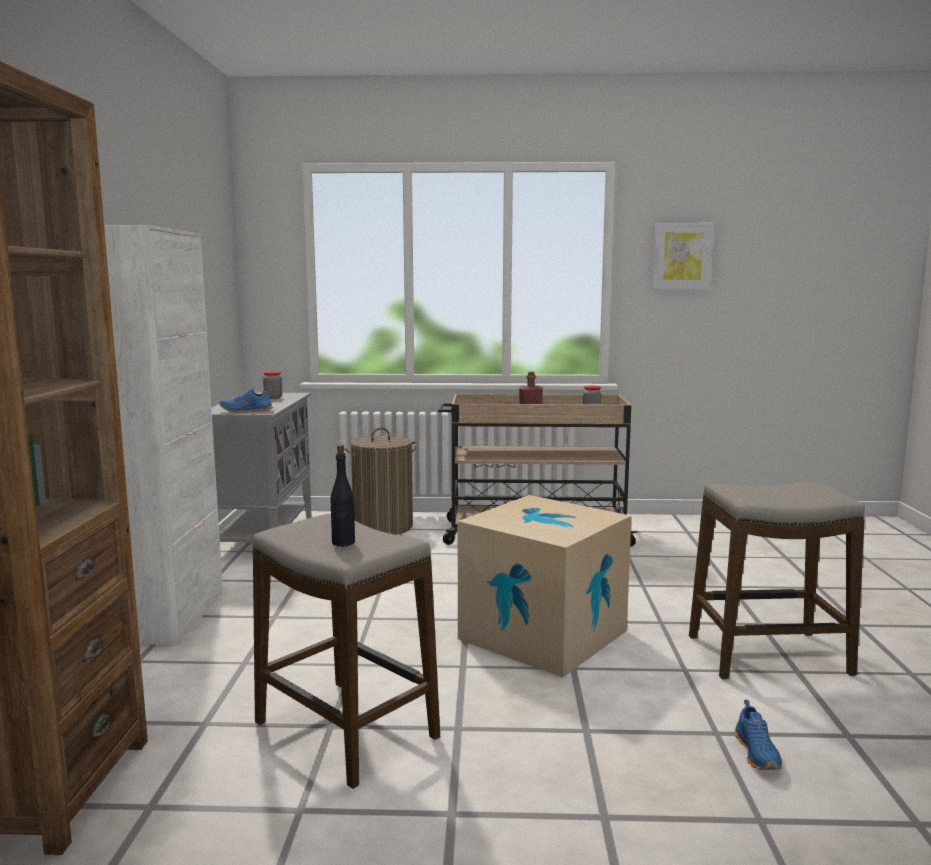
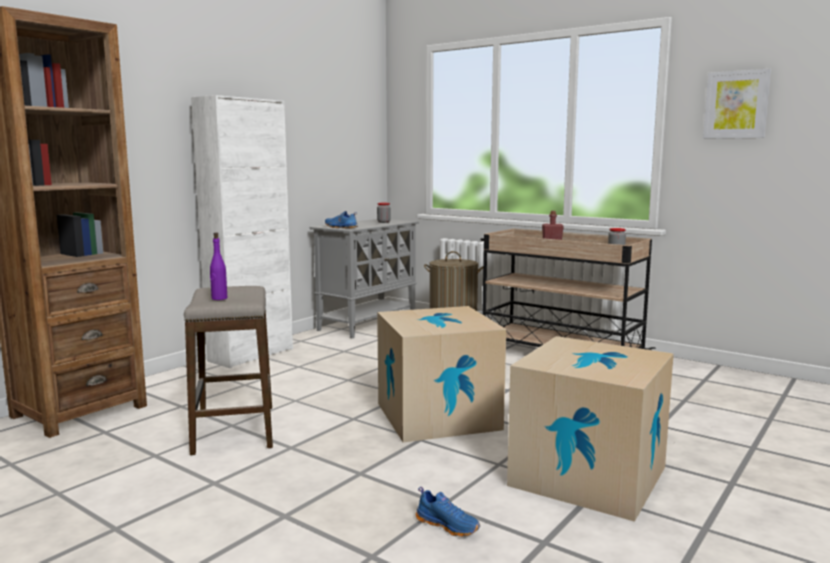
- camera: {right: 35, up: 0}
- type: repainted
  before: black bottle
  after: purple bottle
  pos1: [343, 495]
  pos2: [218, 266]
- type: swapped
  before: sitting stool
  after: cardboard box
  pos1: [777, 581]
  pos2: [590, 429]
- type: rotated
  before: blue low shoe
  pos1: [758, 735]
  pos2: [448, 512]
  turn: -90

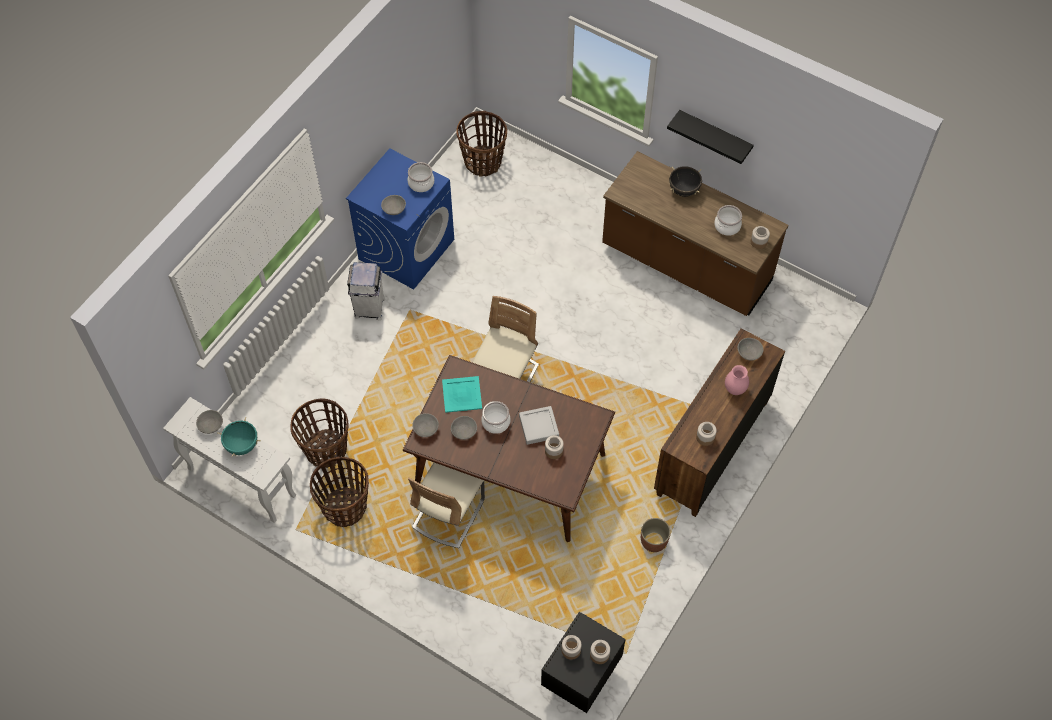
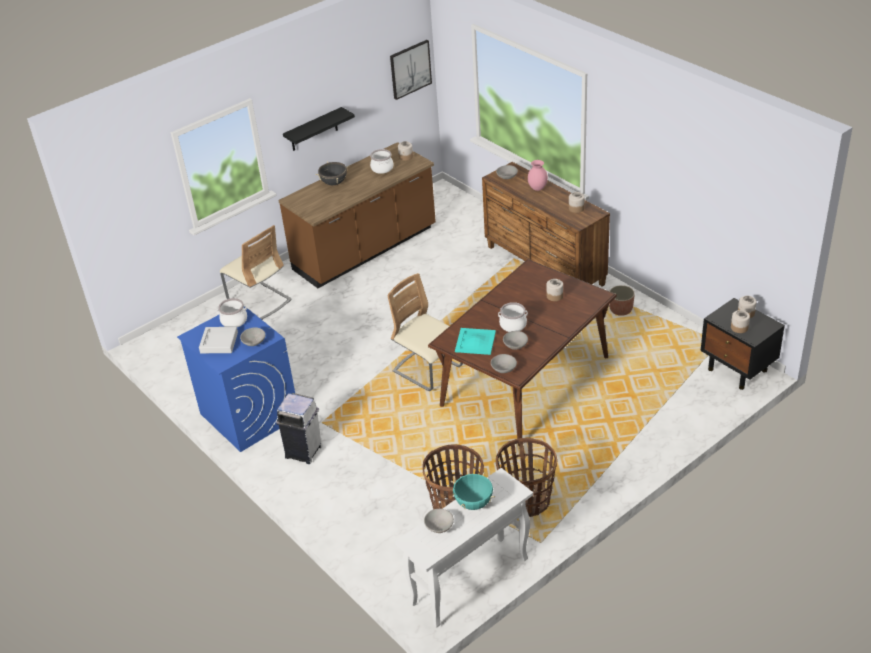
- camera: {right: -70, up: -20}
- type: shifted
  before: beige-coloured plain chair
  pos1: [446, 505]
  pos2: [256, 272]
- type: gone
  before: storage basket
  pos1: [481, 144]
- type: shifted
  before: gray serving tray
  pos1: [539, 425]
  pos2: [218, 340]
- type: new
  after: wall art
  pos2: [411, 70]

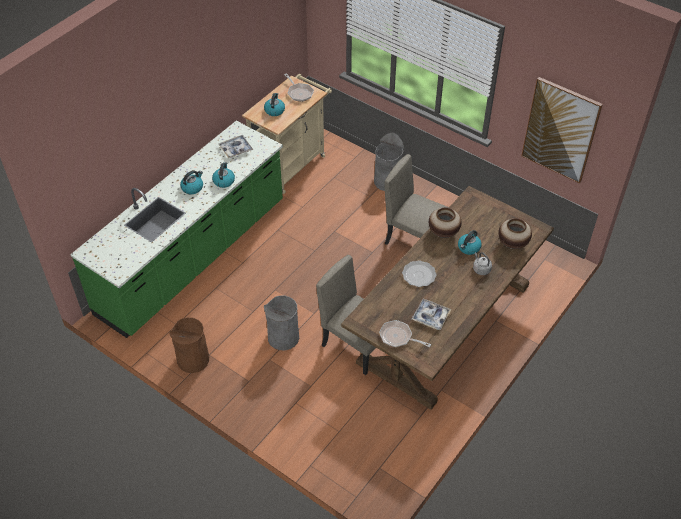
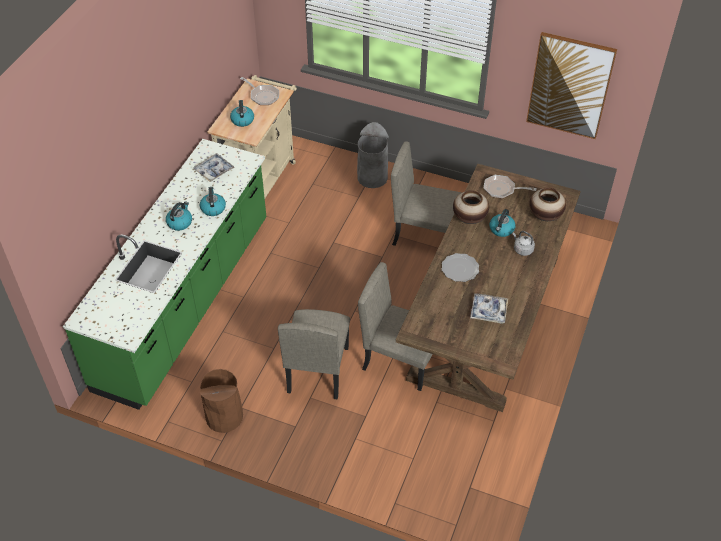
- camera: {right: -15, up: 0}
- type: swapped
  before: gray rubbish bin
  after: beige-coloured plain chair
  pos1: [281, 323]
  pos2: [314, 354]
- type: shifted
  before: frying pan
  pos1: [405, 333]
  pos2: [510, 187]

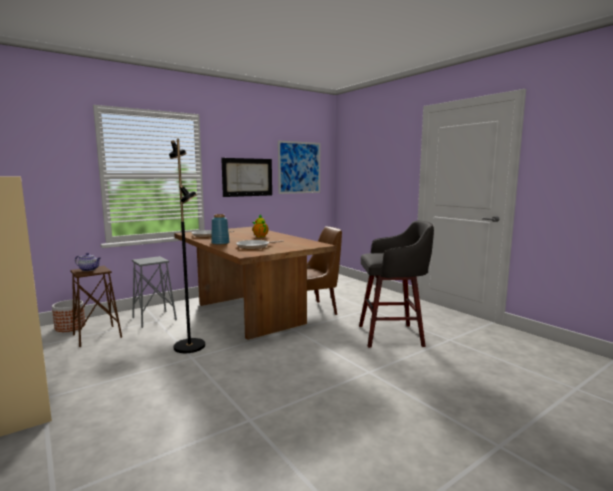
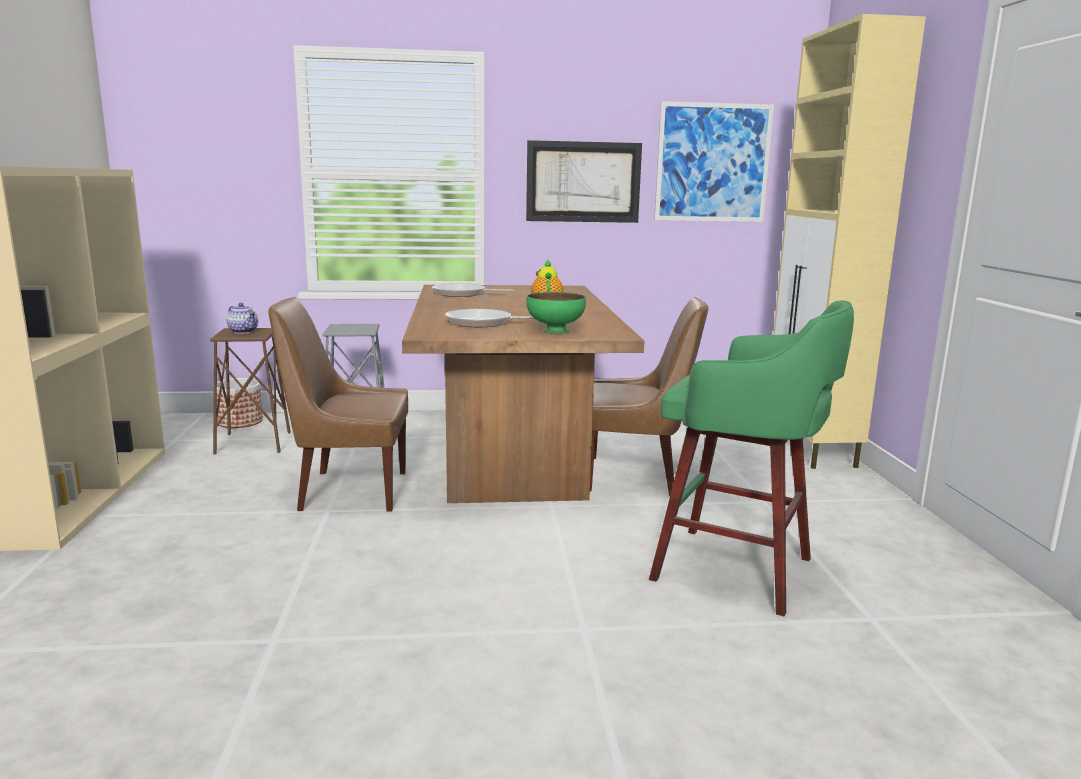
- camera: {right: 30, up: 5}
- type: swapped
  before: black standing lamp
  after: brown plain chair
  pos1: [187, 245]
  pos2: [338, 404]
- type: gone
  before: blue decorative vase
  pos1: [220, 229]
- type: repainted
  before: gray sitting stool
  after: green sitting stool
  pos1: [396, 284]
  pos2: [751, 458]
- type: new
  after: green deep dish
  pos2: [556, 313]
- type: new
  after: beige-coloured cupboard
  pos2: [849, 241]

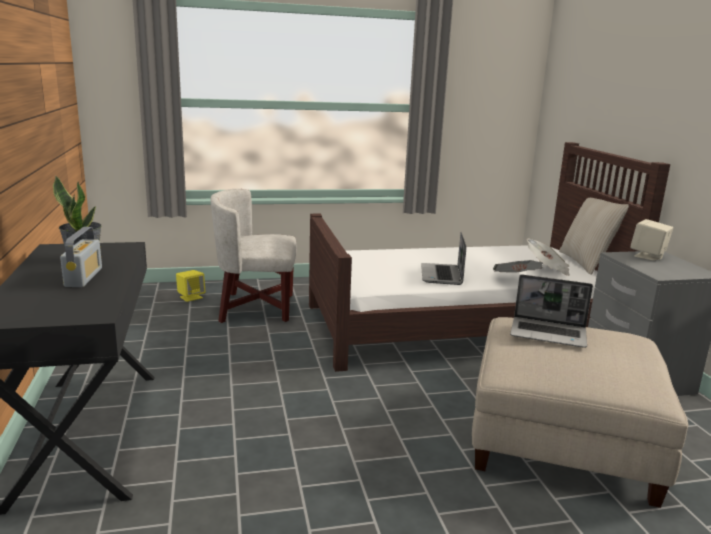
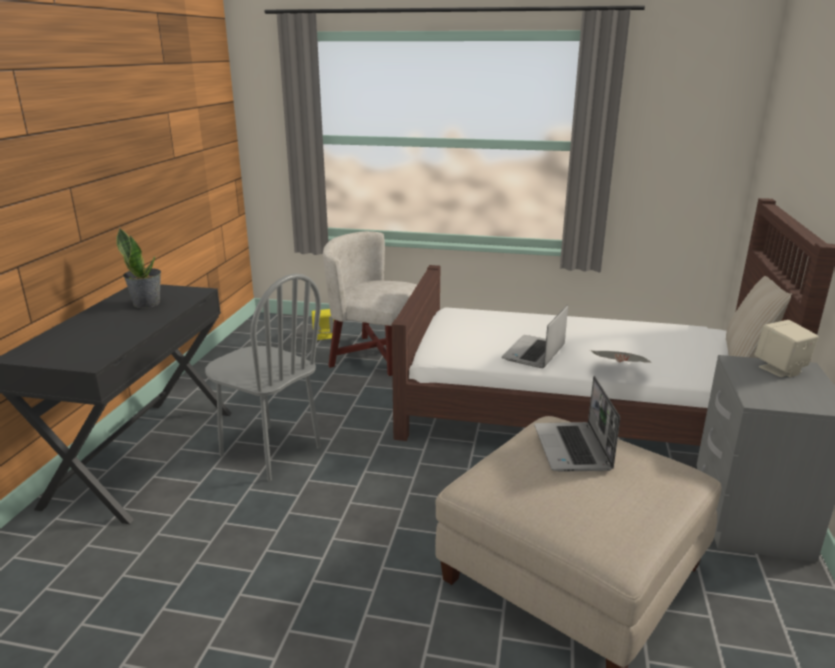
- camera: {right: 25, up: 5}
- type: gone
  before: radio receiver
  pos1: [81, 257]
- type: rotated
  before: portable computer
  pos1: [551, 311]
  pos2: [577, 424]
  turn: 45
- type: gone
  before: printed paper
  pos1: [548, 257]
- type: new
  after: gray plain chair
  pos2: [263, 377]

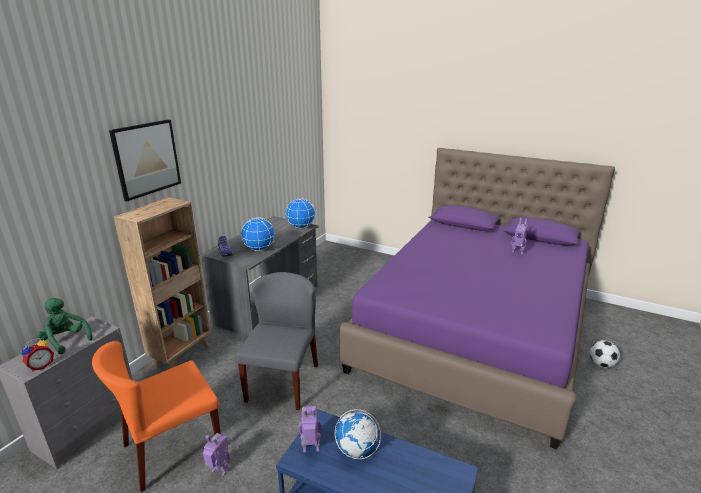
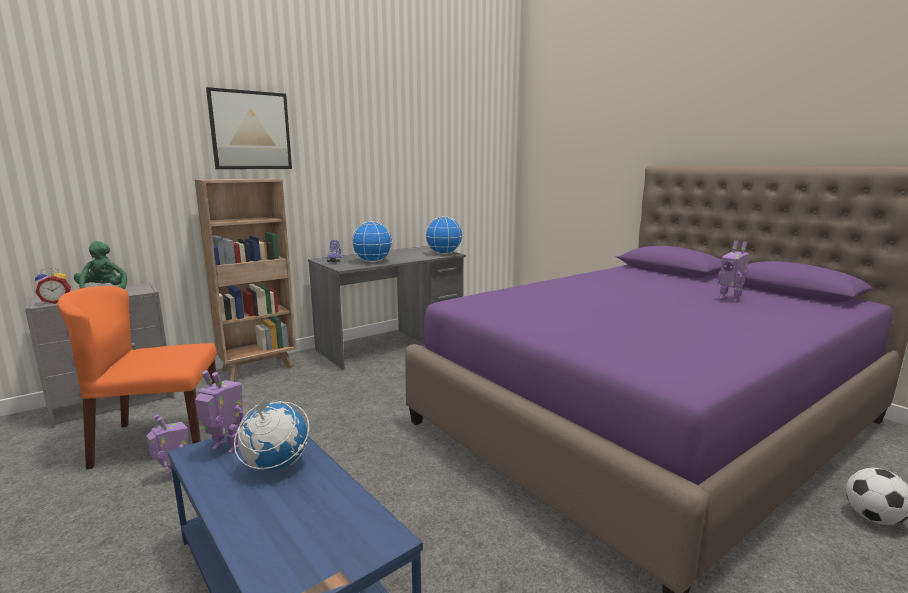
- camera: {right: 25, up: -10}
- type: gone
  before: gray plain chair
  pos1: [276, 341]

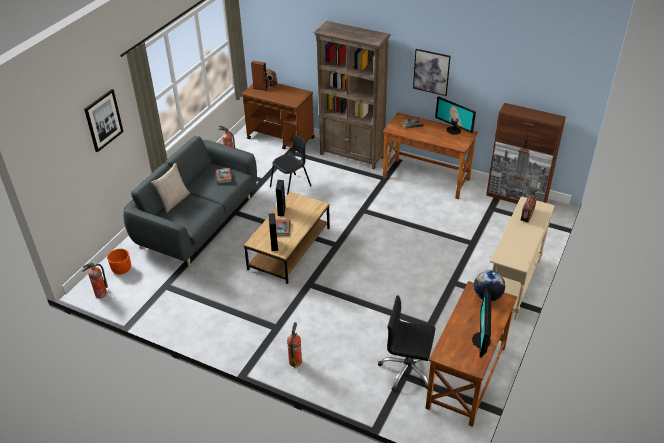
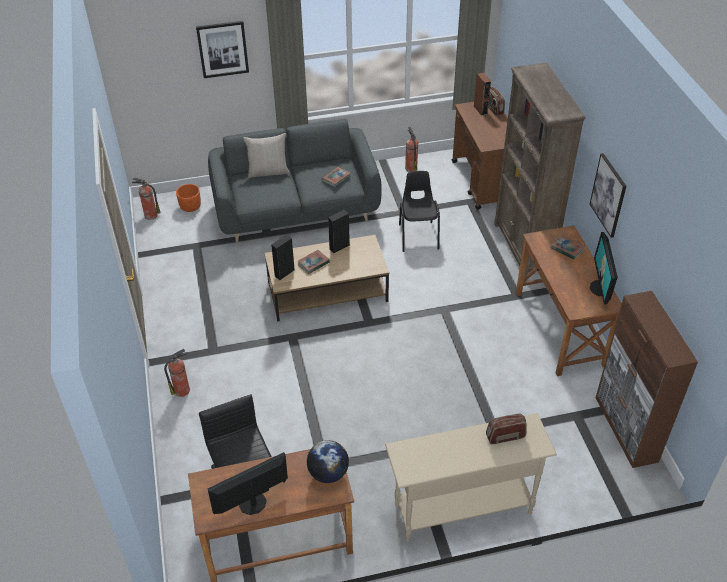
- camera: {right: 50, up: 5}
- type: rotated
  before: black plain chair
  pos1: [291, 164]
  pos2: [419, 211]
  turn: -105

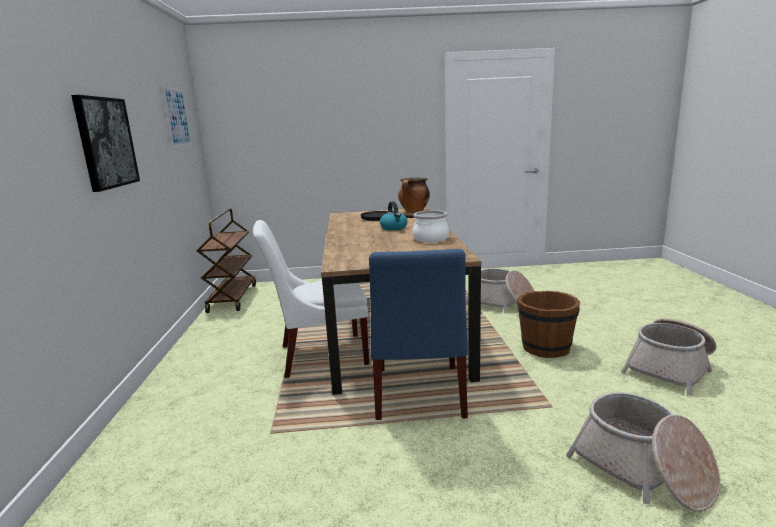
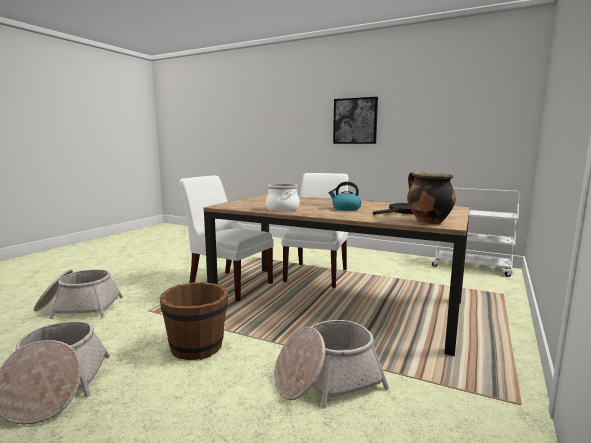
- camera: {right: 120, up: -5}
- type: gone
  before: wall art
  pos1: [177, 116]
- type: repainted
  before: brown wheeled cart
  after: white wheeled cart
  pos1: [226, 260]
  pos2: [476, 232]
- type: repainted
  before: blue plain chair
  after: white plain chair
  pos1: [418, 334]
  pos2: [226, 238]

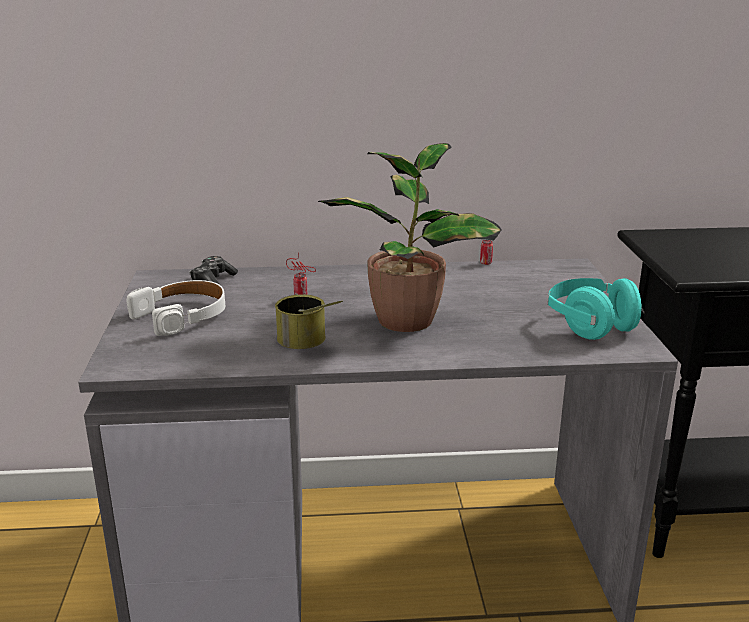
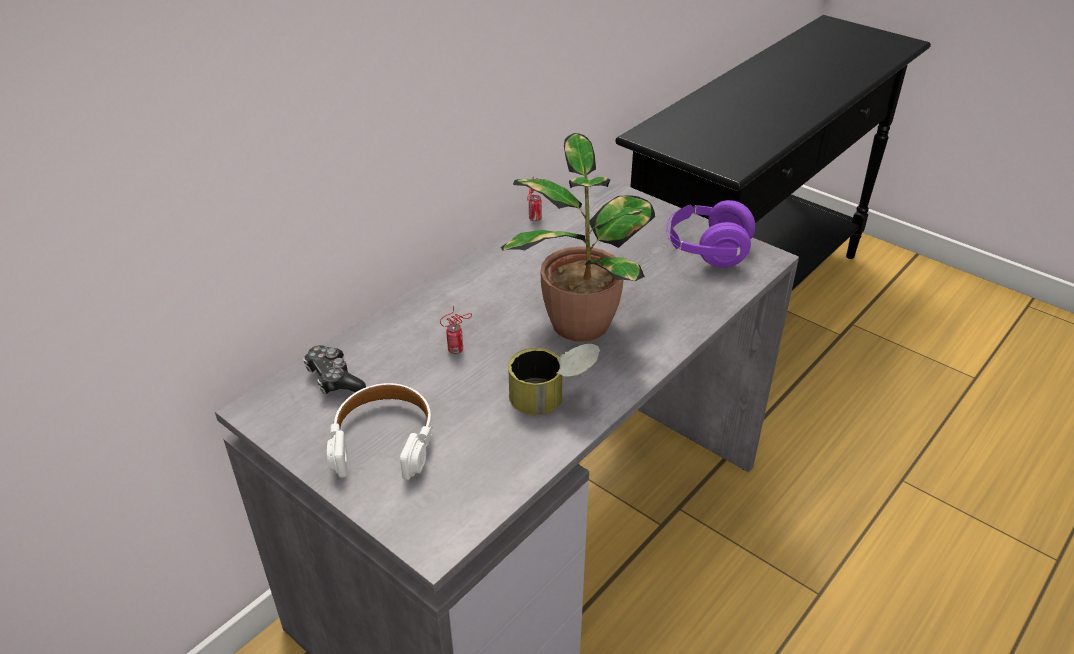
- camera: {right: -45, up: 15}
- type: repainted
  before: turquoise-coloured headset
  after: purple headset
  pos1: [596, 309]
  pos2: [710, 234]

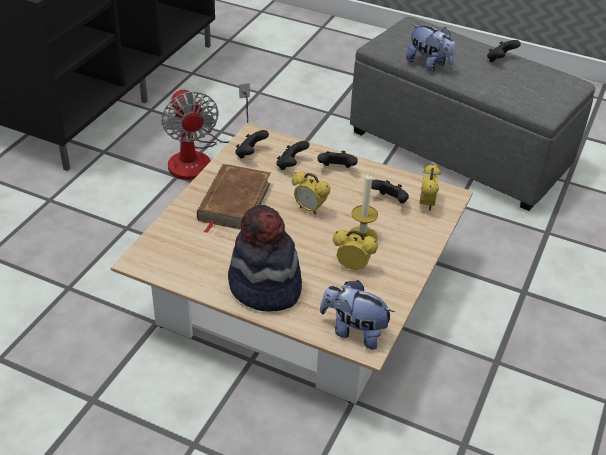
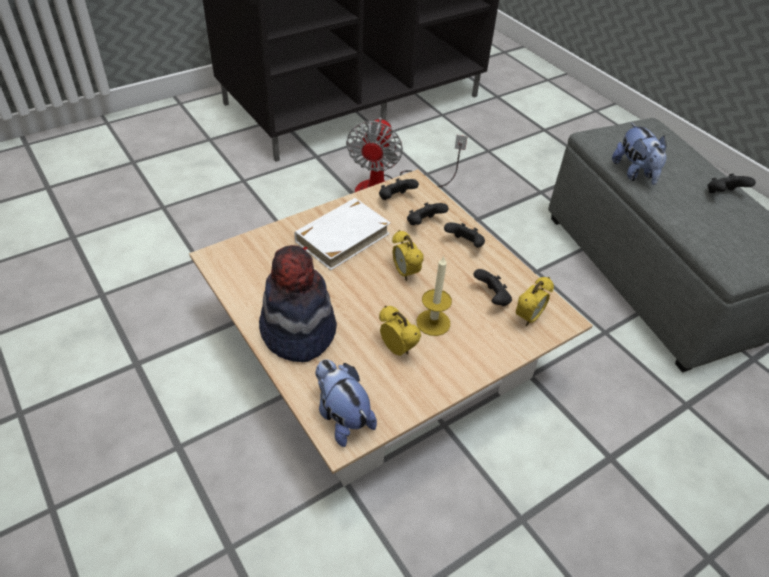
- camera: {right: 30, up: 5}
- type: repainted
  before: brown book
  after: white book
  pos1: [233, 198]
  pos2: [342, 234]

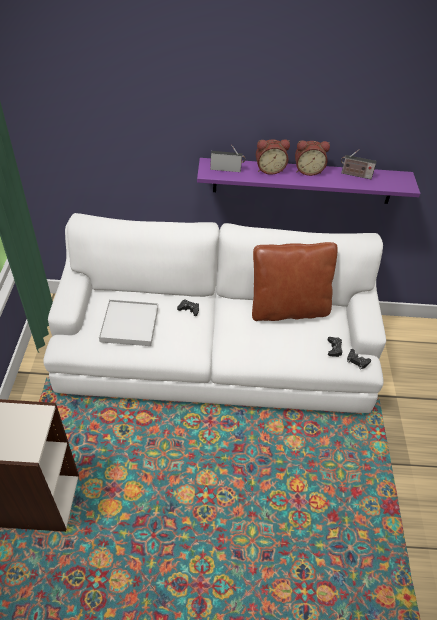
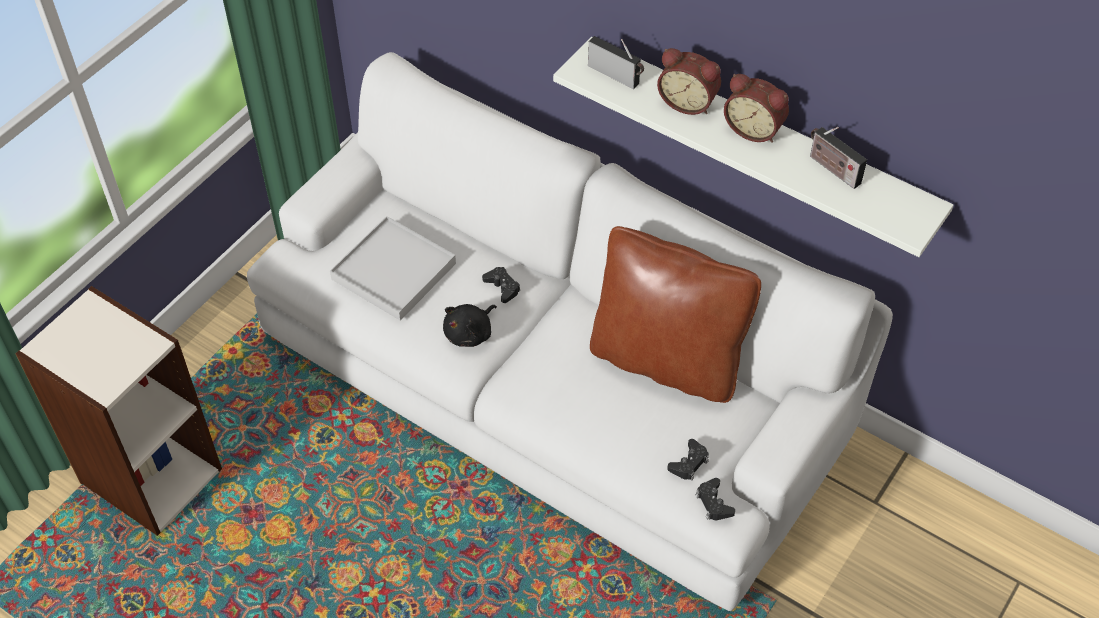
- camera: {right: 35, up: 5}
- type: repainted
  before: purple bracket shelf
  after: white bracket shelf
  pos1: [308, 181]
  pos2: [753, 147]
- type: new
  after: black plush toy
  pos2: [470, 325]

